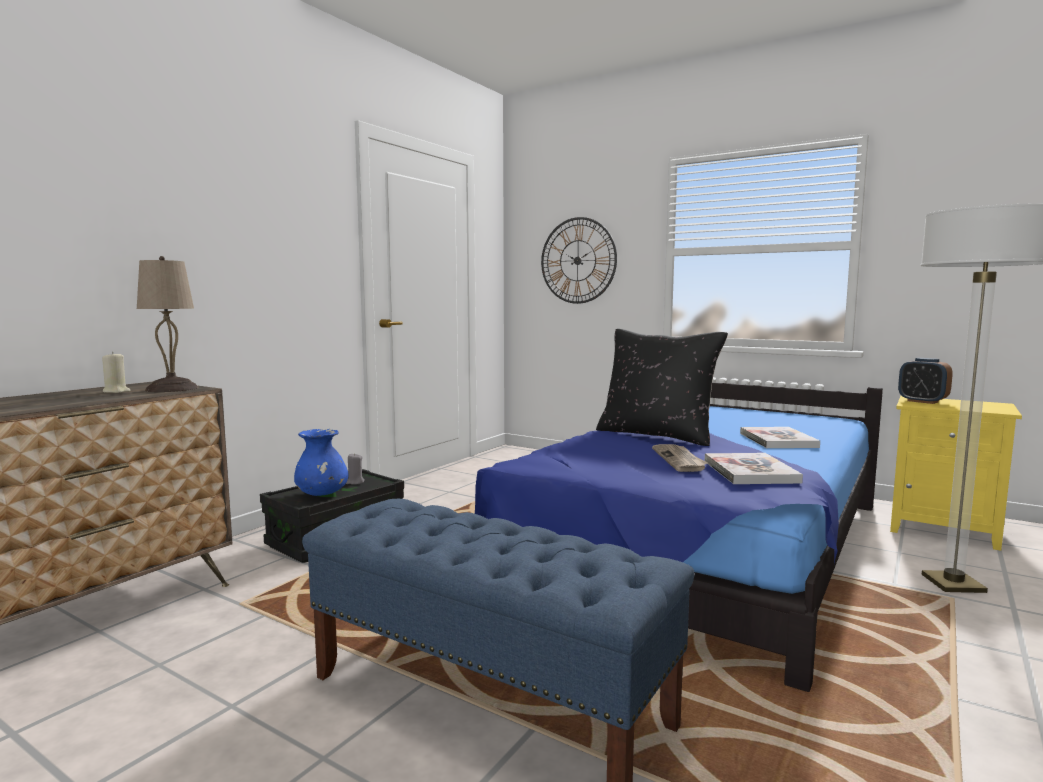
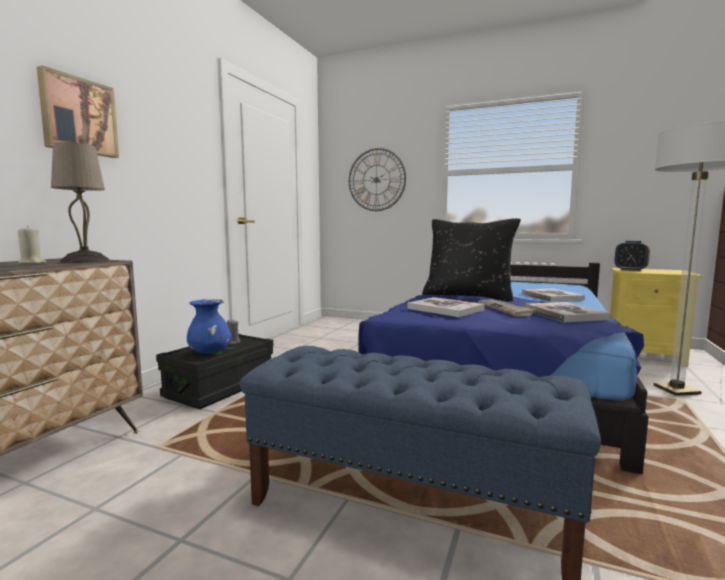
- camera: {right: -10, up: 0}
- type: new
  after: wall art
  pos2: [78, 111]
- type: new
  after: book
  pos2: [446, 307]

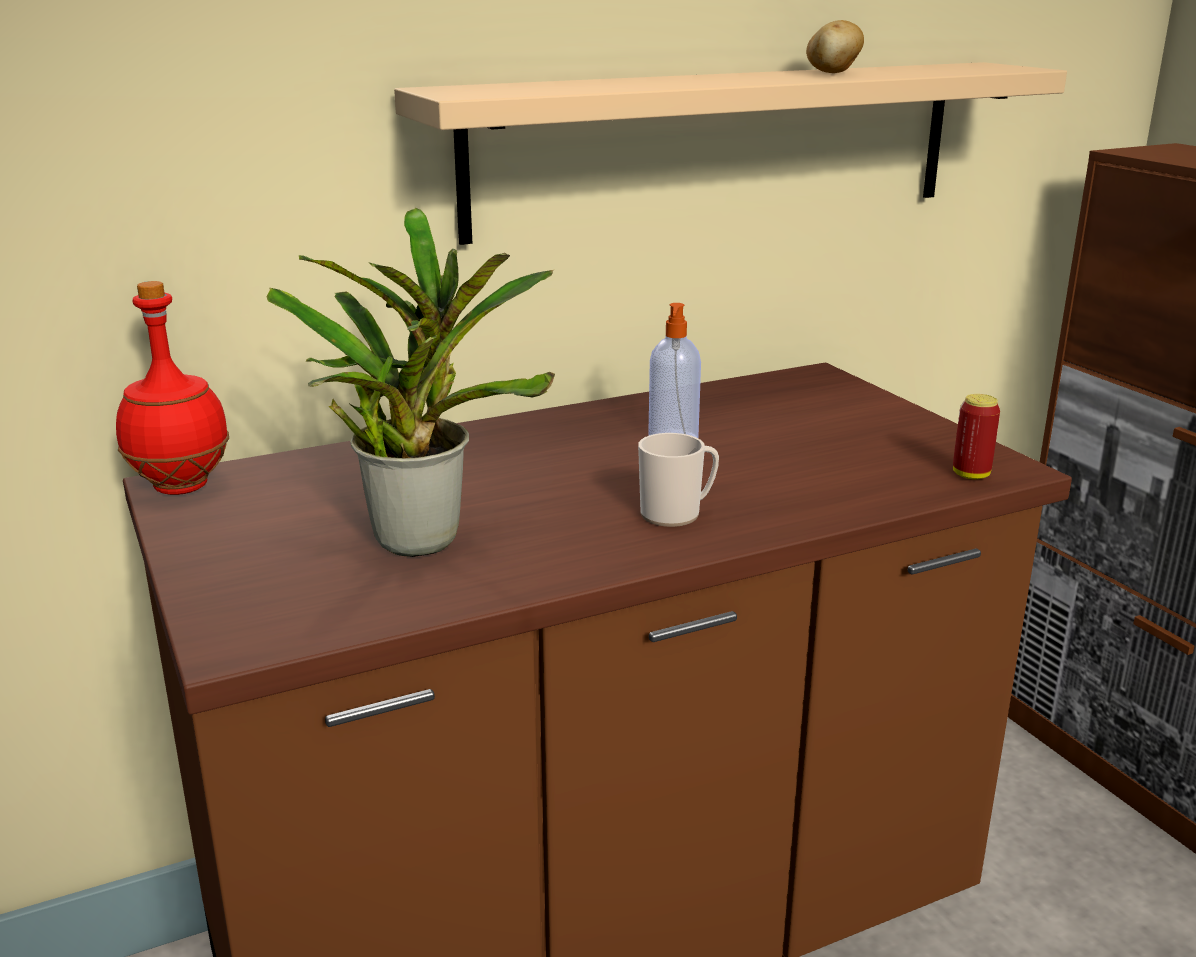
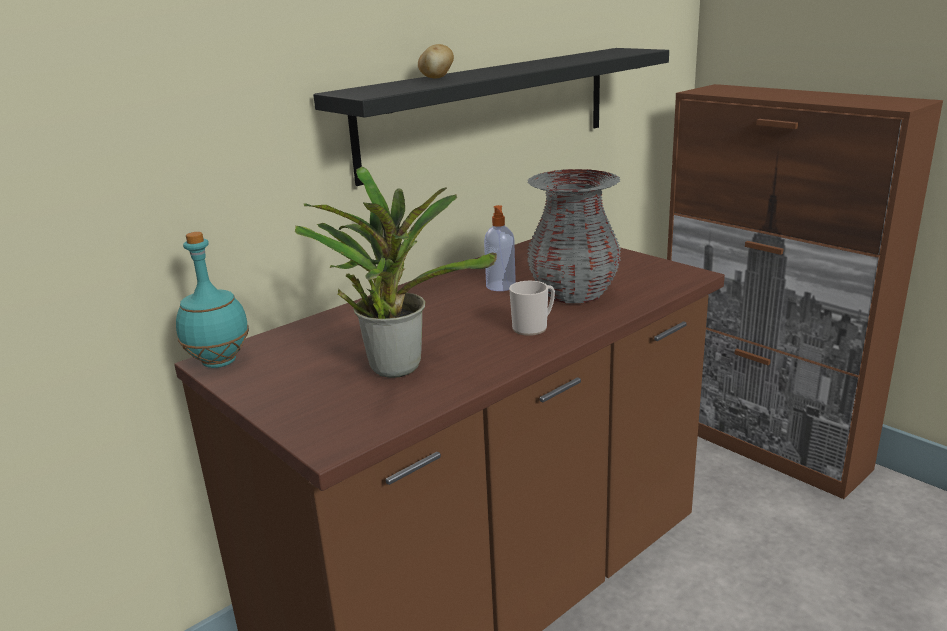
- camera: {right: -15, up: 0}
- type: repainted
  before: red bottle
  after: turquoise-coloured bottle
  pos1: [172, 388]
  pos2: [212, 300]
- type: repainted
  before: beige-coloured bracket shelf
  after: black bracket shelf
  pos1: [730, 153]
  pos2: [491, 117]
- type: shifted
  before: potato
  pos1: [835, 46]
  pos2: [436, 61]
- type: gone
  before: sealed can
  pos1: [976, 436]
- type: new
  after: gray decorative vase
  pos2: [574, 236]

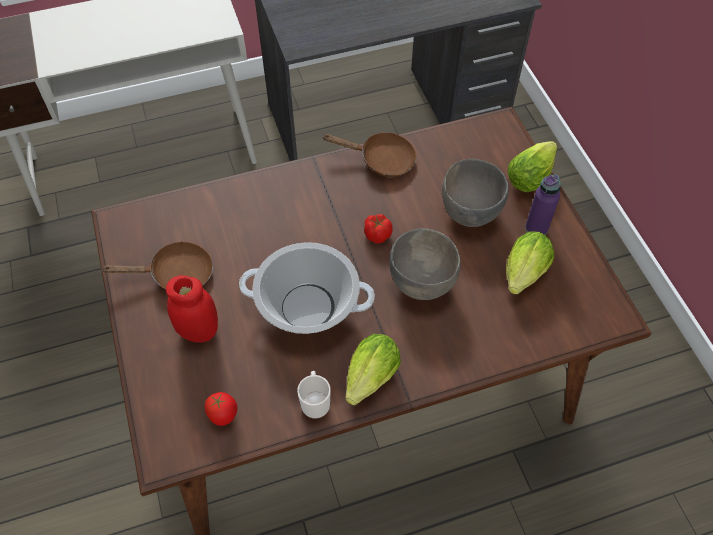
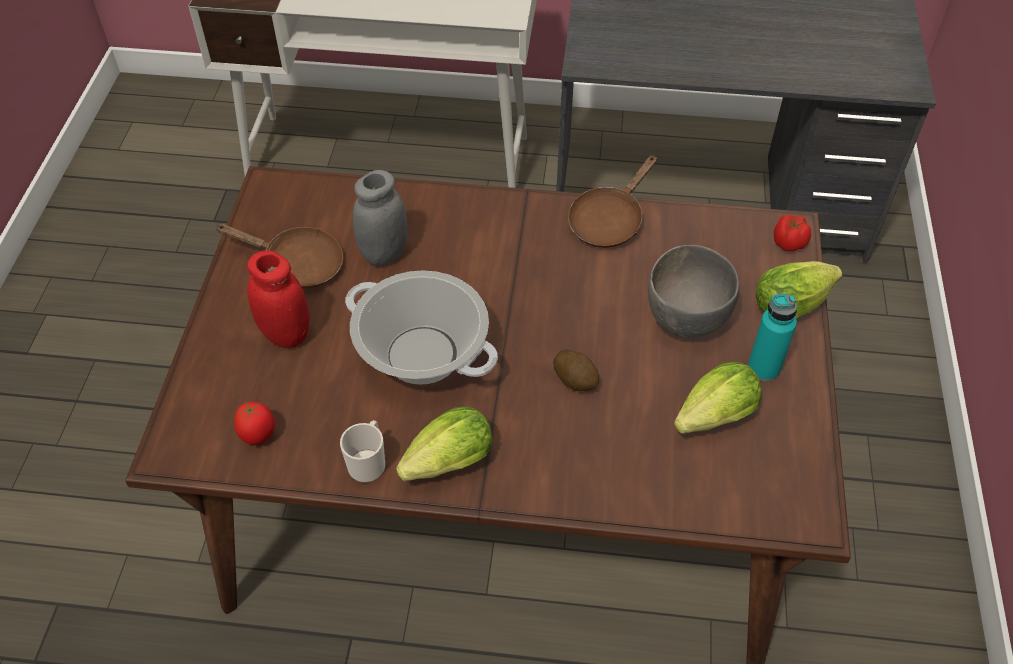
- camera: {right: 25, up: -5}
- type: rotated
  before: brown frying pan
  pos1: [370, 154]
  pos2: [612, 201]
  turn: 90
- type: shifted
  before: tomato
  pos1: [378, 228]
  pos2: [792, 233]
- type: swapped
  before: gray deep dish
  after: potato
  pos1: [425, 264]
  pos2: [576, 370]
- type: repainted
  before: purple bottle
  after: turquoise-coloured bottle
  pos1: [543, 205]
  pos2: [772, 338]
- type: new
  after: gray preserve jar
  pos2: [380, 218]

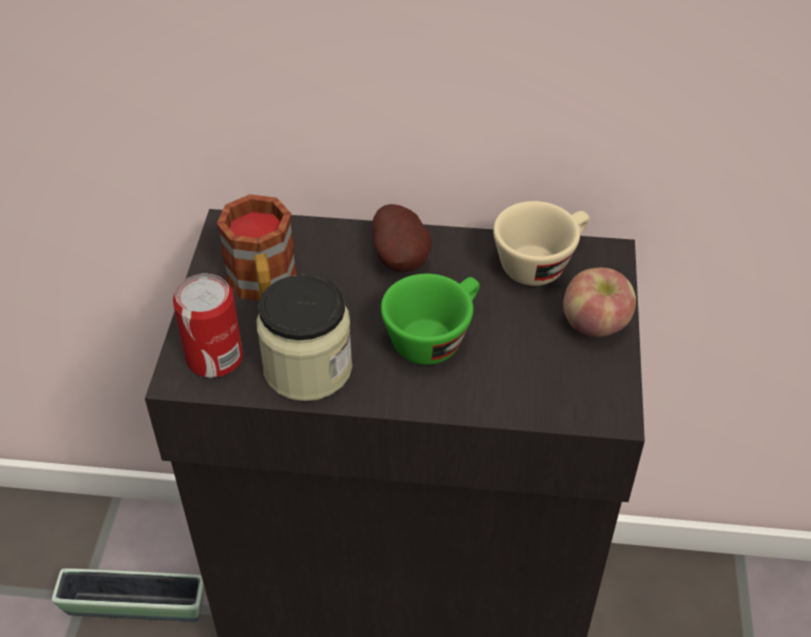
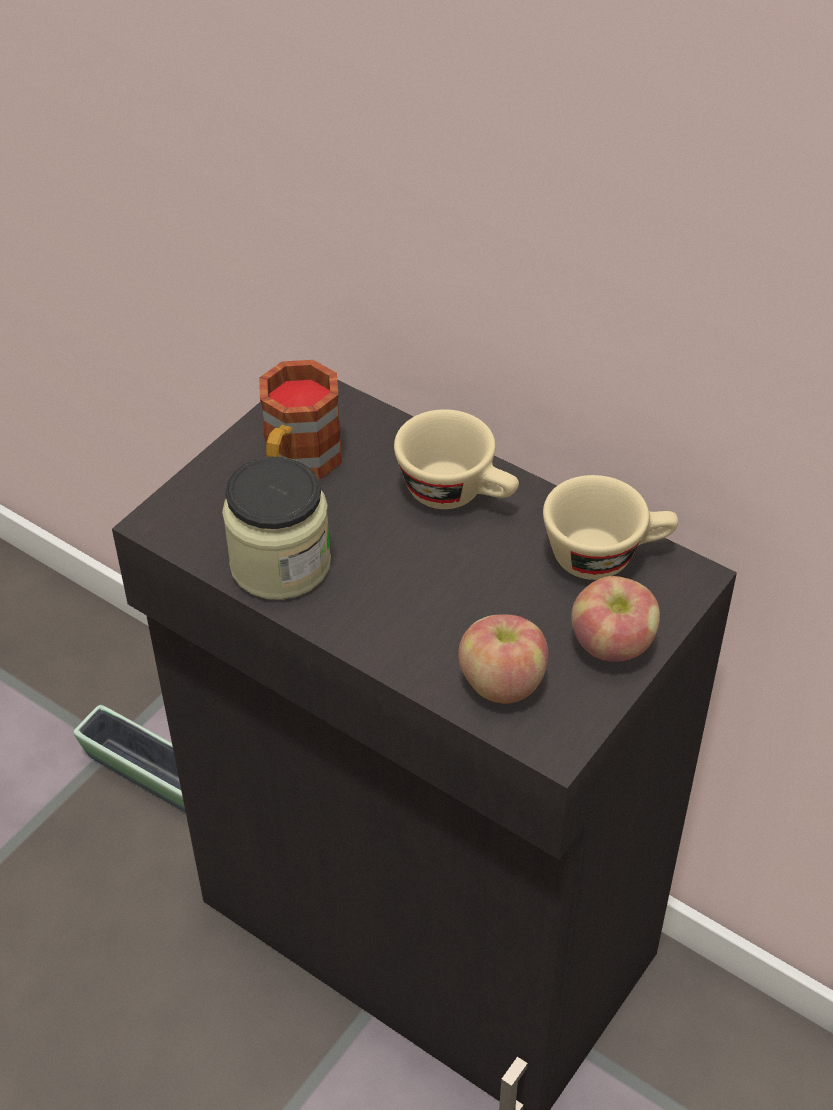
- camera: {right: 30, up: 0}
- type: gone
  before: sealed can
  pos1: [208, 325]
- type: swapped
  before: potato
  after: beige-coloured small cup
  pos1: [402, 238]
  pos2: [456, 459]
- type: gone
  before: green small cup
  pos1: [430, 319]
- type: new
  after: apple fruit
  pos2: [503, 659]

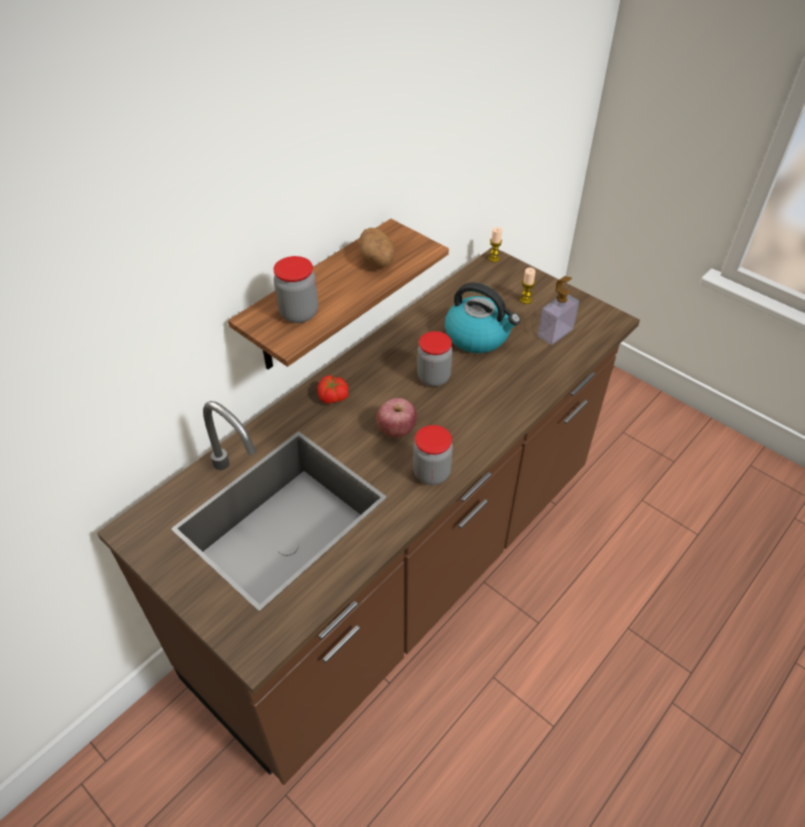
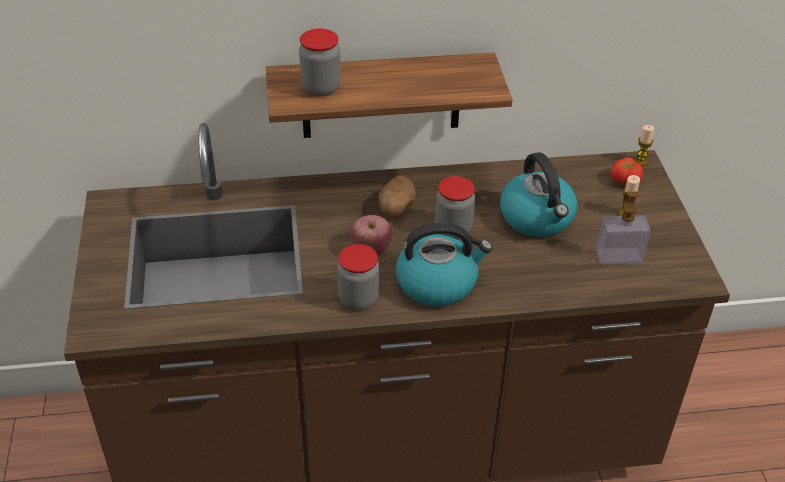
- camera: {right: 40, up: -5}
- type: shifted
  before: tomato
  pos1: [332, 389]
  pos2: [627, 170]
- type: shifted
  before: potato
  pos1: [376, 247]
  pos2: [397, 196]
- type: new
  after: water kettle
  pos2: [444, 264]

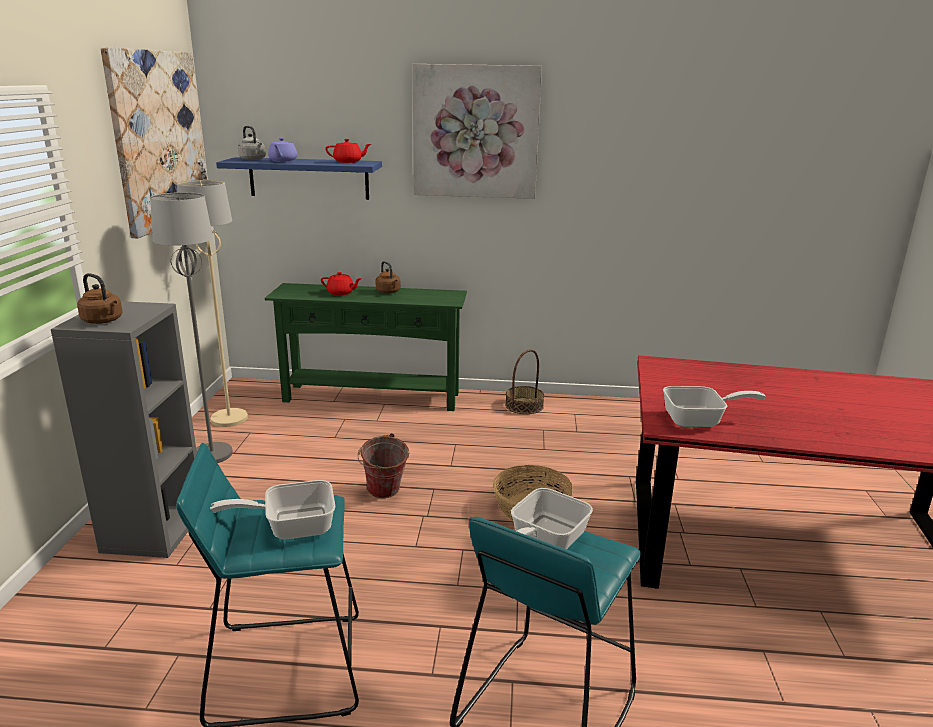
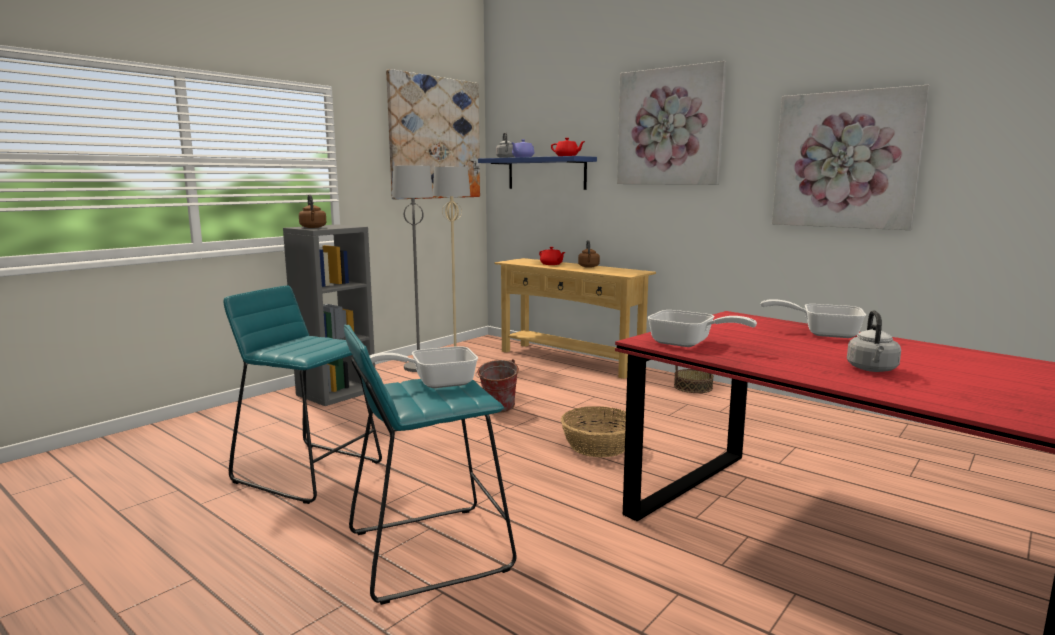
- camera: {right: 35, up: -10}
- type: shifted
  before: frying pan
  pos1: [272, 510]
  pos2: [813, 318]
- type: repainted
  before: green hall table
  after: beige-coloured hall table
  pos1: [366, 347]
  pos2: [575, 318]
- type: new
  after: wall art
  pos2: [851, 157]
- type: new
  after: gray water kettle
  pos2: [874, 341]

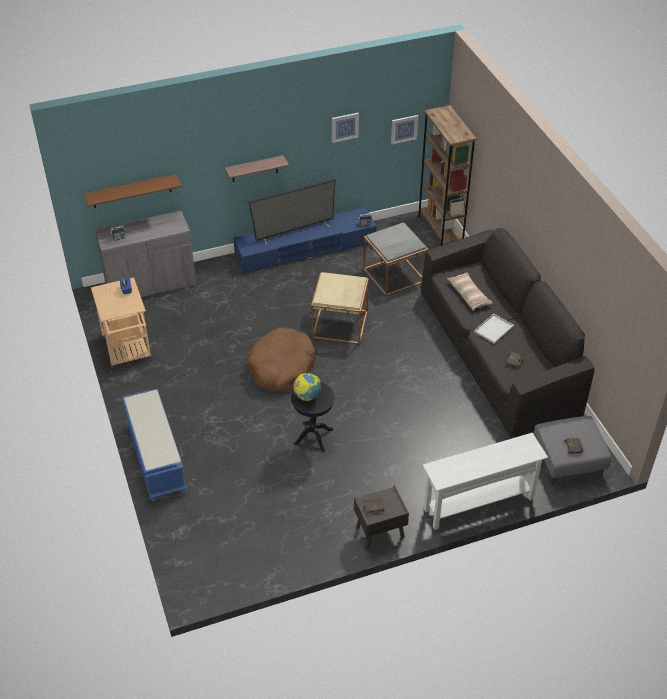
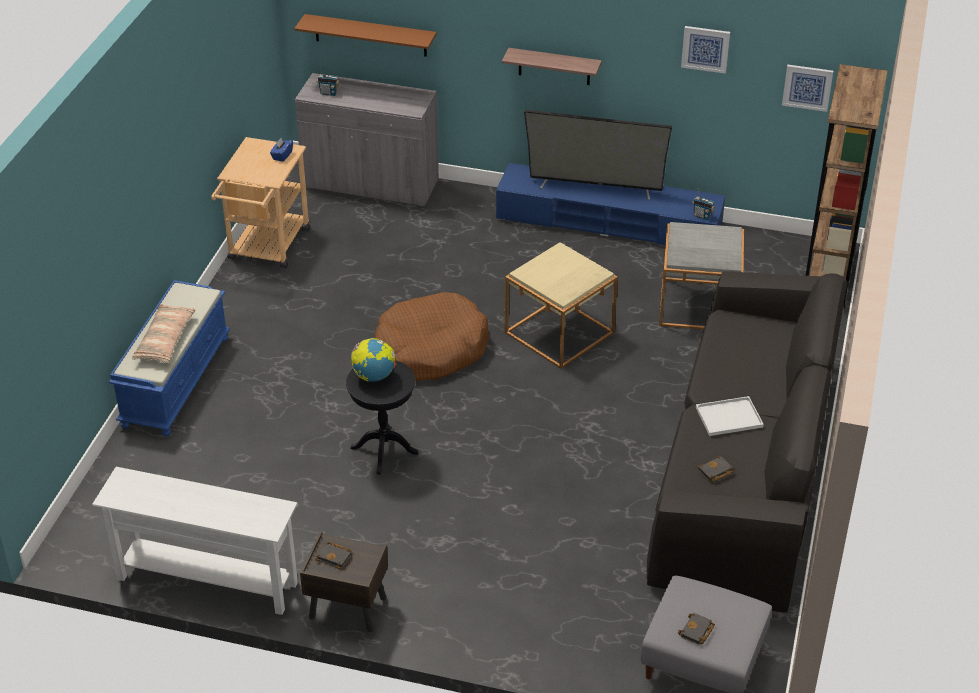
- camera: {right: 35, up: -5}
- type: shifted
  before: white hall table
  pos1: [485, 481]
  pos2: [195, 541]
- type: shifted
  before: pillow
  pos1: [469, 292]
  pos2: [164, 333]

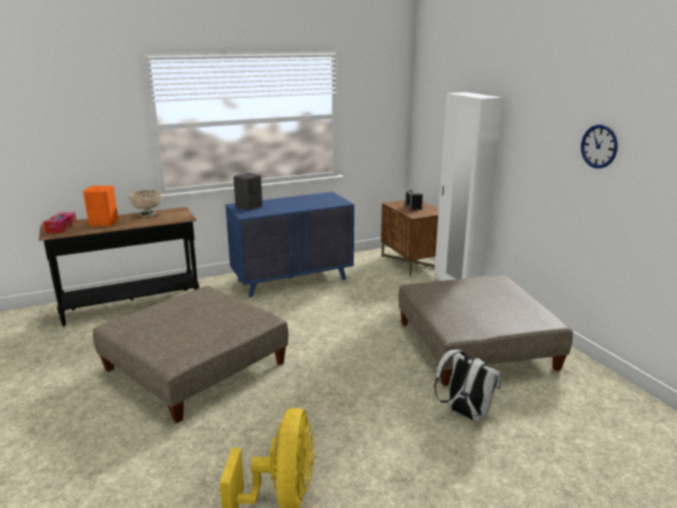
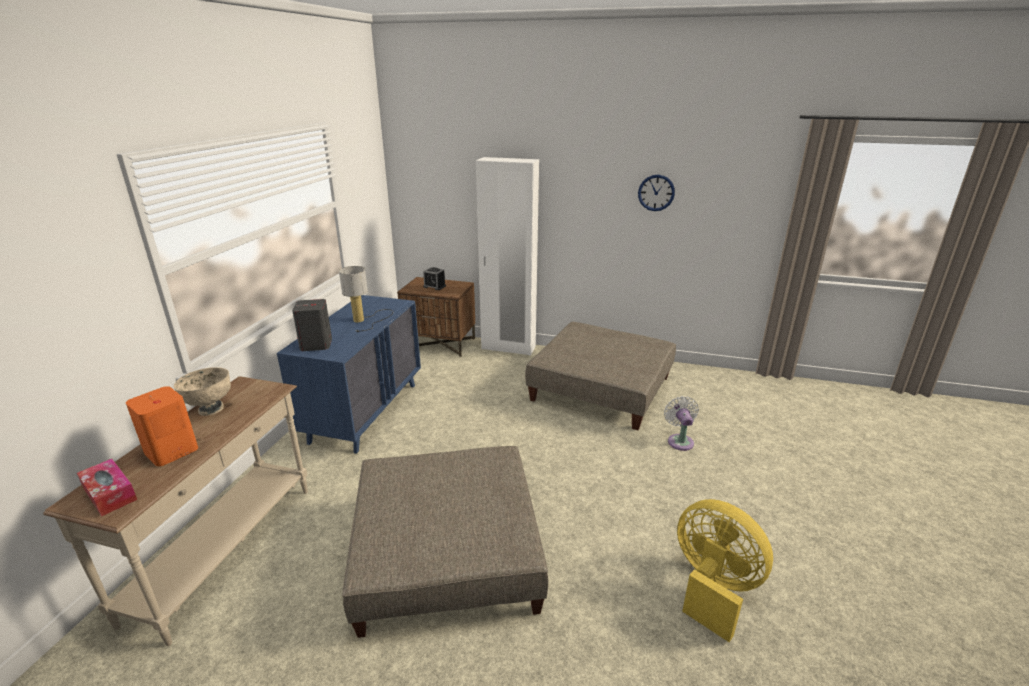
- camera: {right: -50, up: 5}
- type: repainted
  before: black hall table
  after: beige-coloured hall table
  pos1: [119, 266]
  pos2: [175, 511]
- type: swapped
  before: white rucksack
  after: white cooling fan
  pos1: [467, 385]
  pos2: [681, 423]
- type: new
  after: lamp for a table
  pos2: [366, 299]

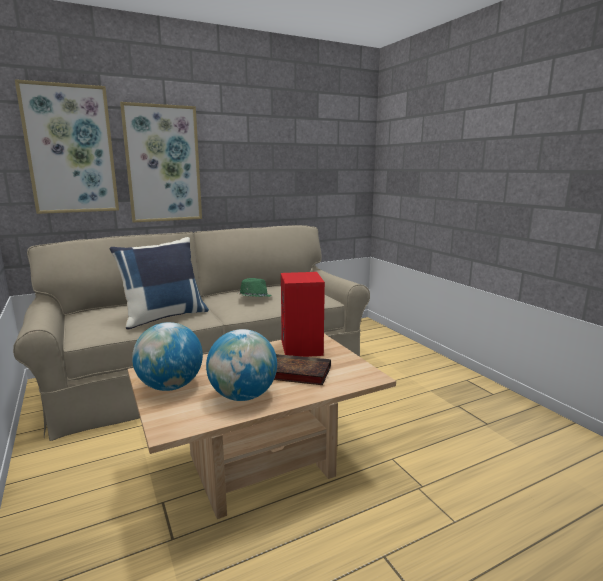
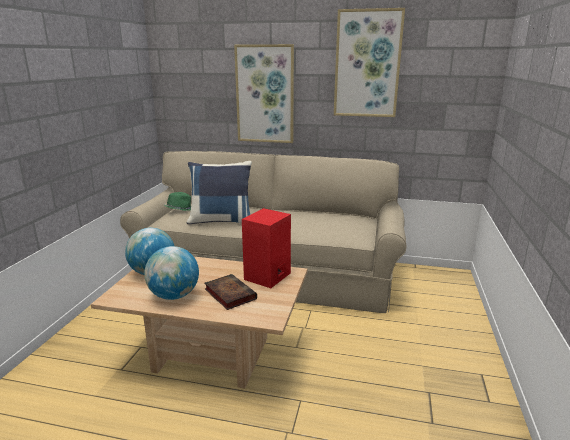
- camera: {right: 40, up: 5}
- type: shifted
  before: wall art
  pos1: [67, 146]
  pos2: [369, 62]
- type: shifted
  before: green hat
  pos1: [255, 287]
  pos2: [177, 201]

